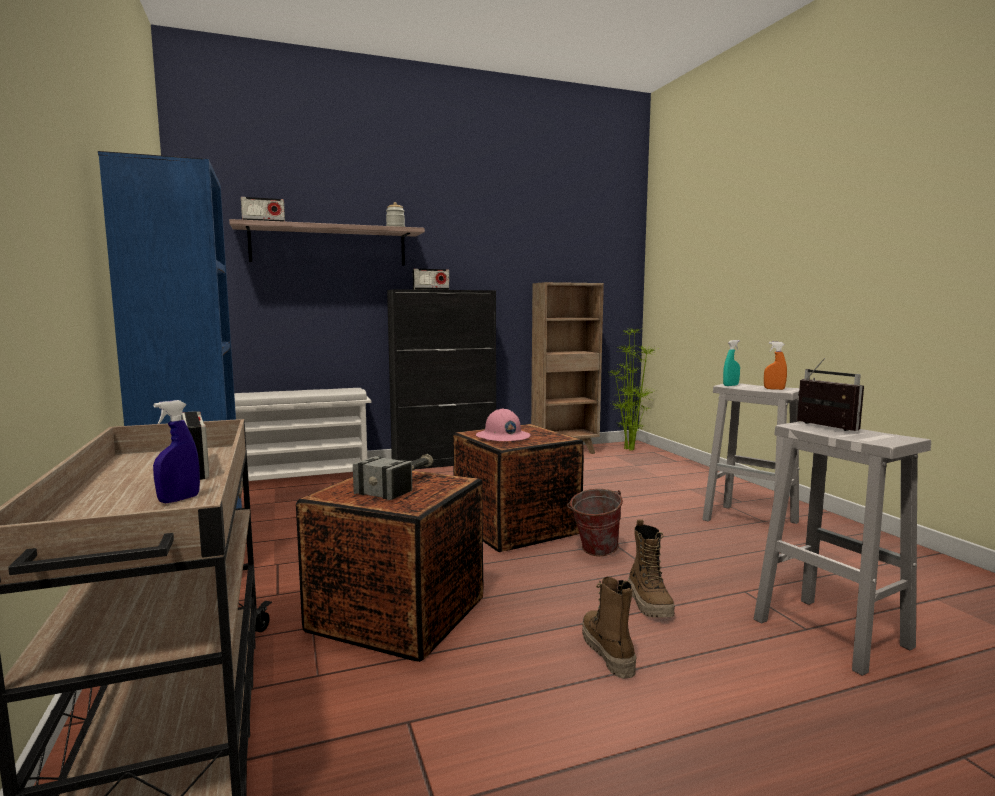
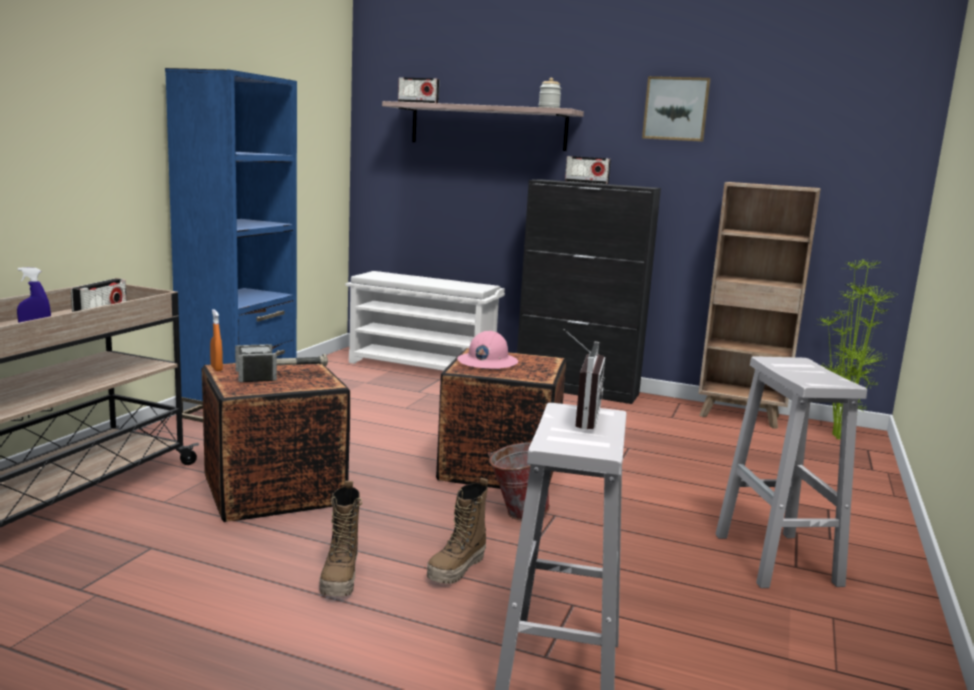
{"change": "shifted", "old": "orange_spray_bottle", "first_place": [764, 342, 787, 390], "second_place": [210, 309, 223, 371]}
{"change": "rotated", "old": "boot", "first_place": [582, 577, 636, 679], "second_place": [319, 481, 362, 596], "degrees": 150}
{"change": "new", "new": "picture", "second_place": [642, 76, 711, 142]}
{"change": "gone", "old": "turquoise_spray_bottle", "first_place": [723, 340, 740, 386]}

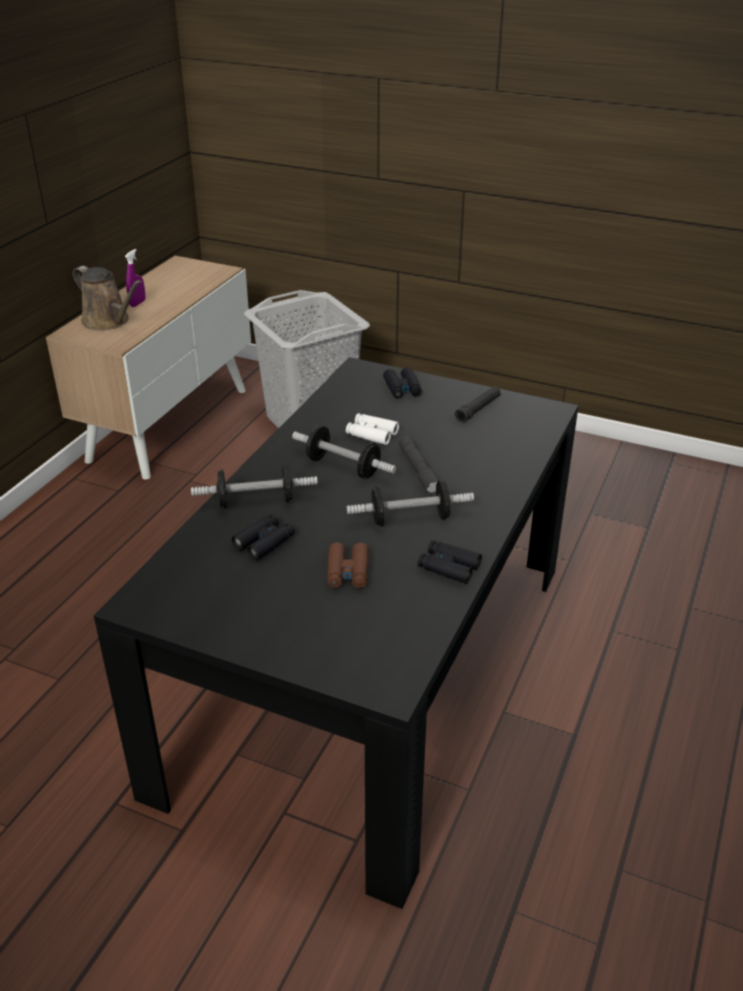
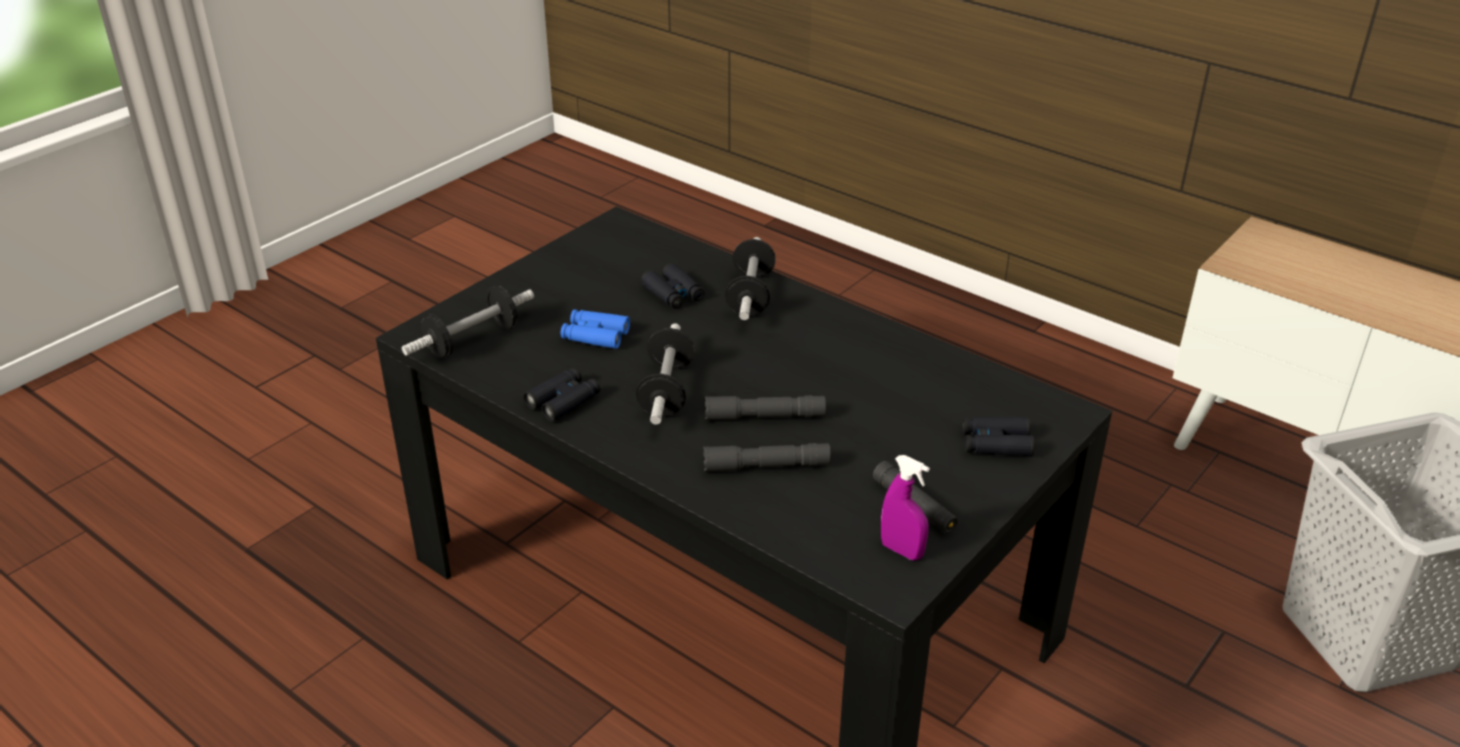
{"change": "shifted", "old": "dumbbell", "first_place": [292, 426, 396, 479], "second_place": [402, 286, 534, 358]}
{"change": "repainted", "old": "brown_binoculars", "new": "blue_binoculars", "first_place": [327, 542, 369, 588], "second_place": [561, 309, 630, 349]}
{"change": "new", "new": "grey_flashlight", "second_place": [703, 443, 831, 472]}
{"change": "shifted", "old": "purple_spray_bottle", "first_place": [125, 249, 146, 307], "second_place": [881, 455, 930, 560]}
{"change": "gone", "old": "brown_watering_can", "first_place": [73, 266, 142, 331]}
{"change": "gone", "old": "white_binoculars", "first_place": [346, 413, 399, 445]}

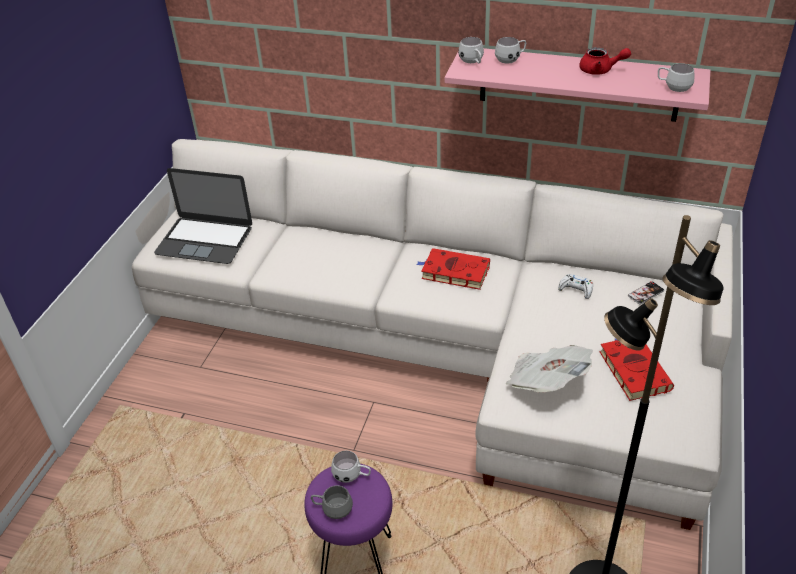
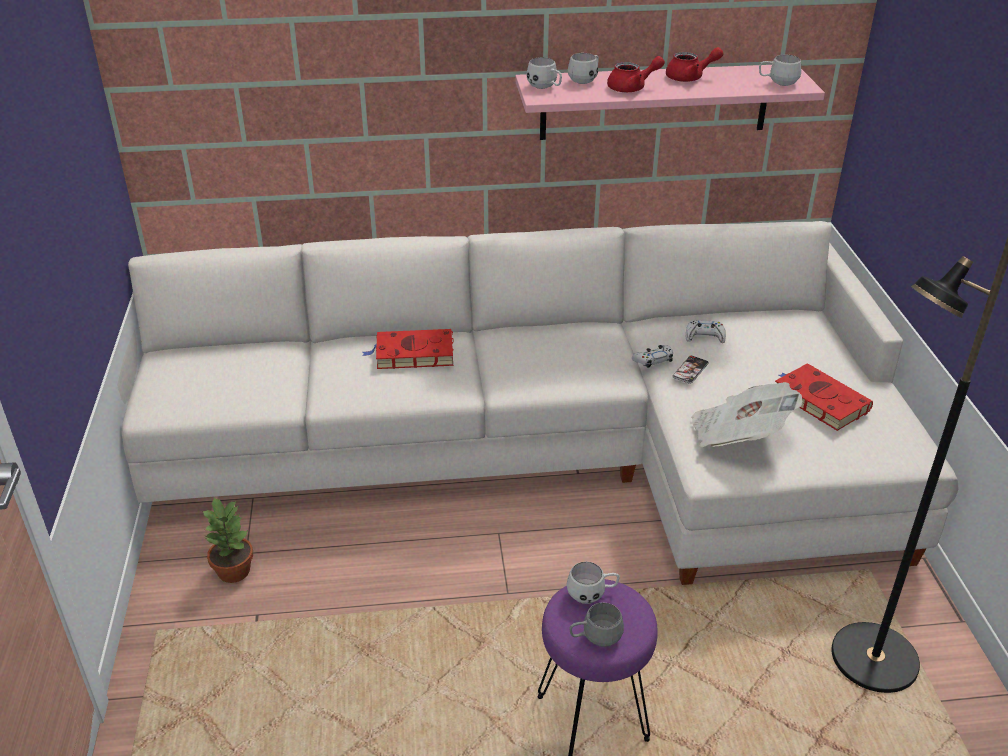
{"change": "new", "new": "potted_plant", "second_place": [201, 496, 253, 583]}
{"change": "shifted", "old": "red_book", "first_place": [416, 248, 490, 290], "second_place": [362, 329, 454, 369]}
{"change": "new", "new": "red_teapot", "second_place": [607, 56, 665, 92]}
{"change": "new", "new": "white_game_controller", "second_place": [632, 345, 673, 368]}
{"change": "shifted", "old": "phone", "first_place": [628, 281, 664, 305], "second_place": [672, 356, 709, 384]}
{"change": "gone", "old": "laptop", "first_place": [154, 168, 252, 264]}

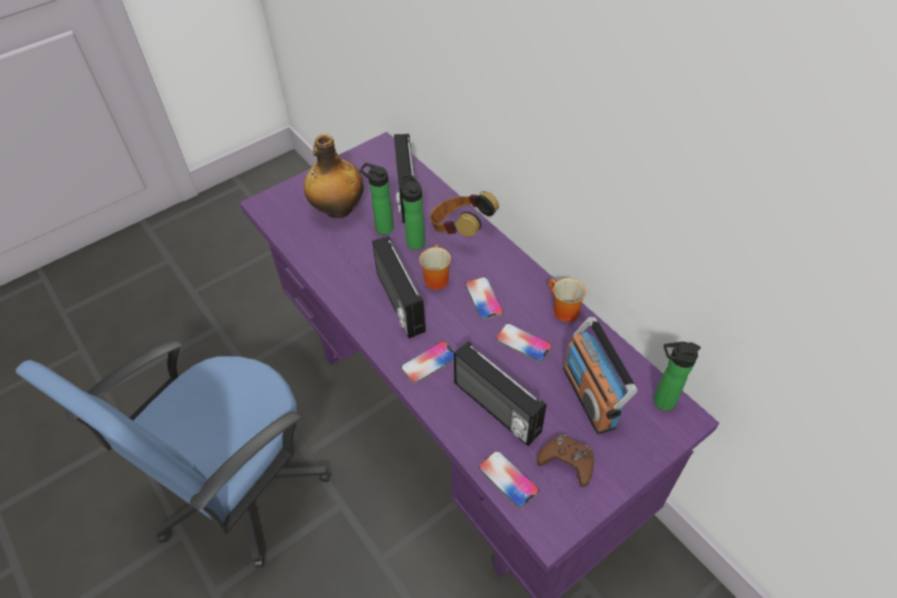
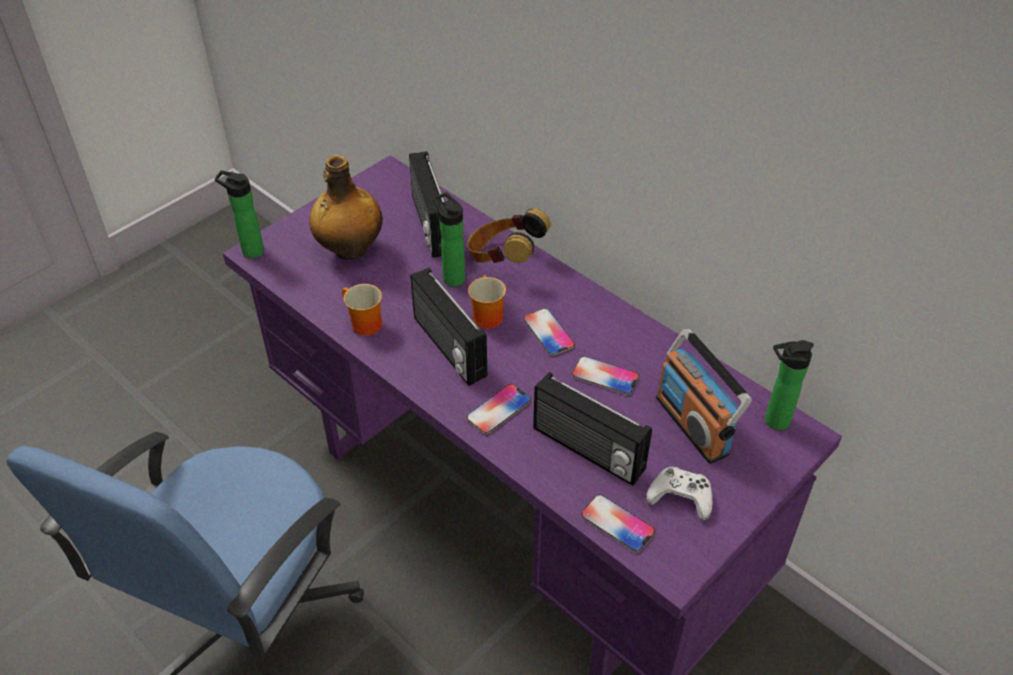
{"change": "shifted", "old": "bottle", "first_place": [360, 163, 394, 235], "second_place": [215, 171, 264, 258]}
{"change": "shifted", "old": "mug", "first_place": [549, 278, 587, 322], "second_place": [342, 284, 382, 336]}
{"change": "repainted", "old": "brown_game_controller", "new": "white_game_controller", "first_place": [537, 435, 594, 487], "second_place": [646, 467, 713, 521]}

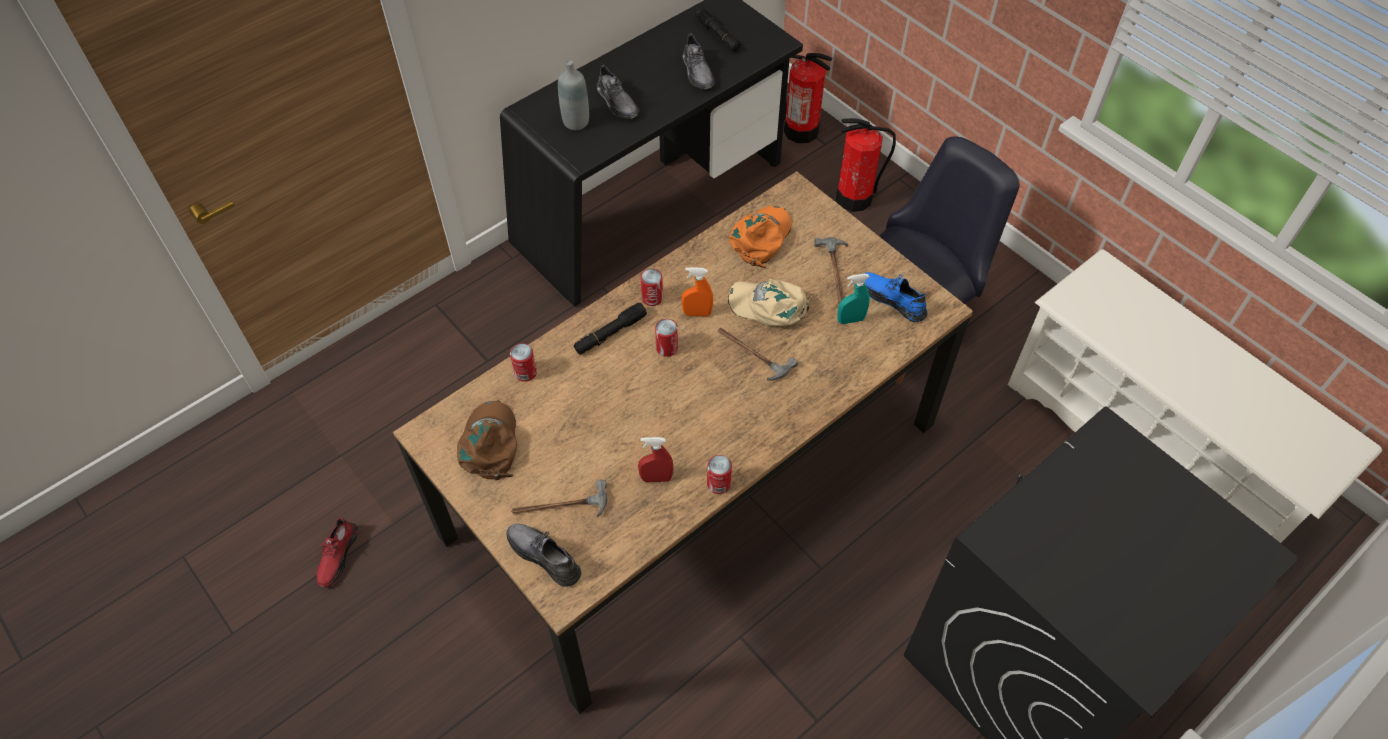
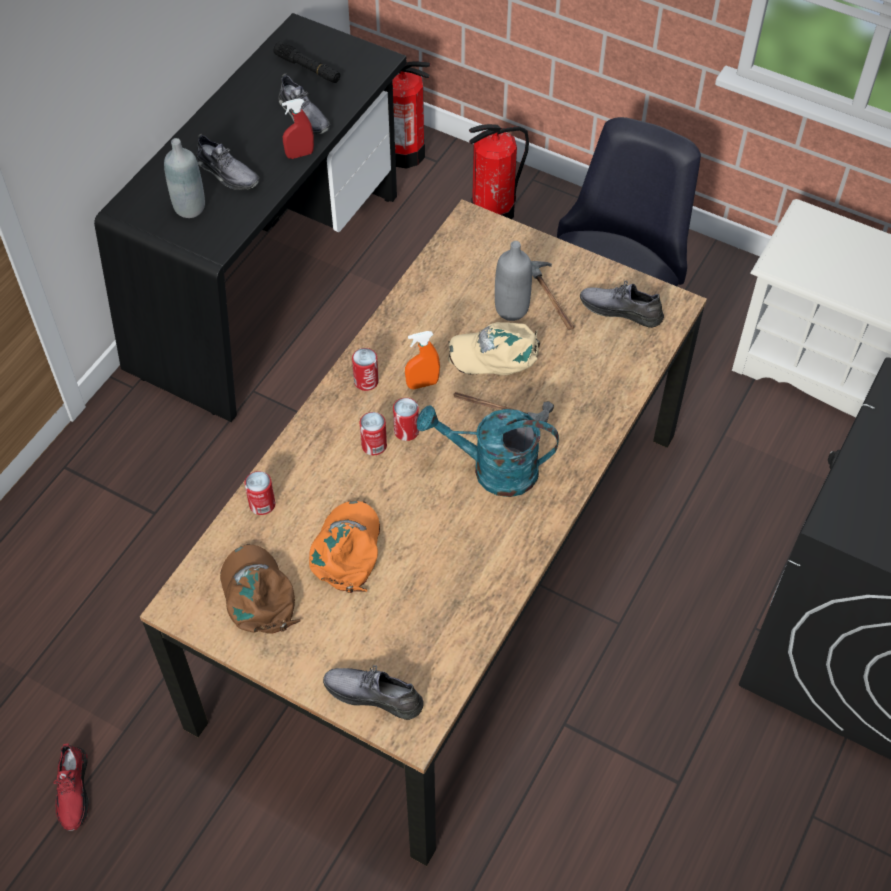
{"change": "shifted", "old": "red_spray_bottle", "first_place": [638, 437, 673, 482], "second_place": [282, 98, 314, 159]}
{"change": "shifted", "old": "orange_cap", "first_place": [729, 206, 792, 268], "second_place": [309, 501, 380, 593]}
{"change": "shifted", "old": "can", "first_place": [707, 455, 732, 494], "second_place": [360, 412, 387, 455]}
{"change": "new", "new": "turquoise_watering_can", "second_place": [417, 405, 559, 497]}
{"change": "new", "new": "grey_bottle", "second_place": [495, 241, 532, 321]}
{"change": "repainted", "old": "blue_shoe", "new": "grey_shoe", "first_place": [864, 272, 928, 322], "second_place": [580, 281, 664, 328]}
{"change": "gone", "old": "hammer", "first_place": [511, 479, 607, 517]}
{"change": "gone", "old": "black_flashlight", "first_place": [574, 303, 647, 355]}
{"change": "gone", "old": "turquoise_spray_bottle", "first_place": [837, 274, 870, 324]}

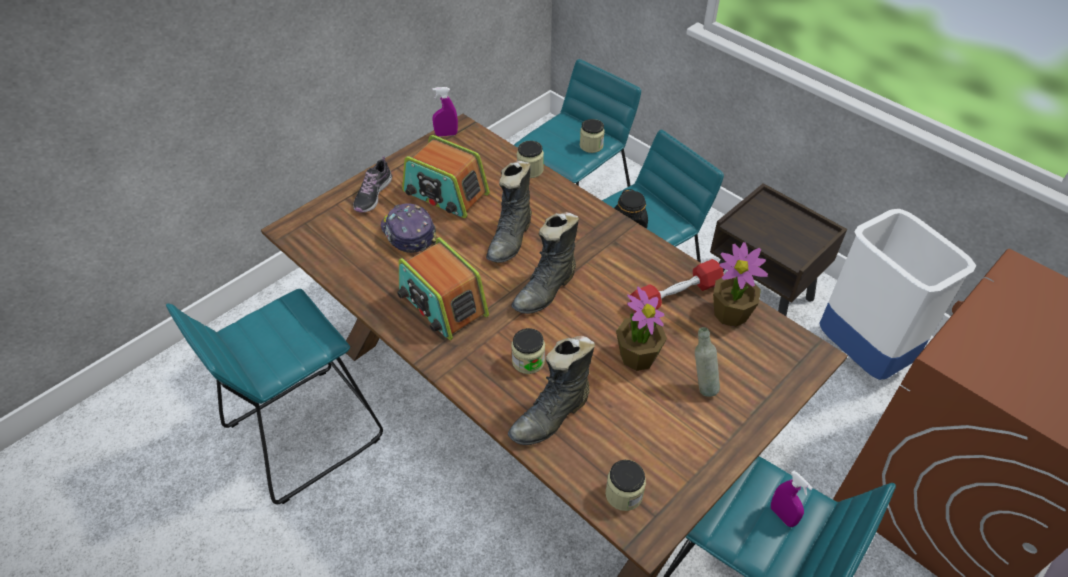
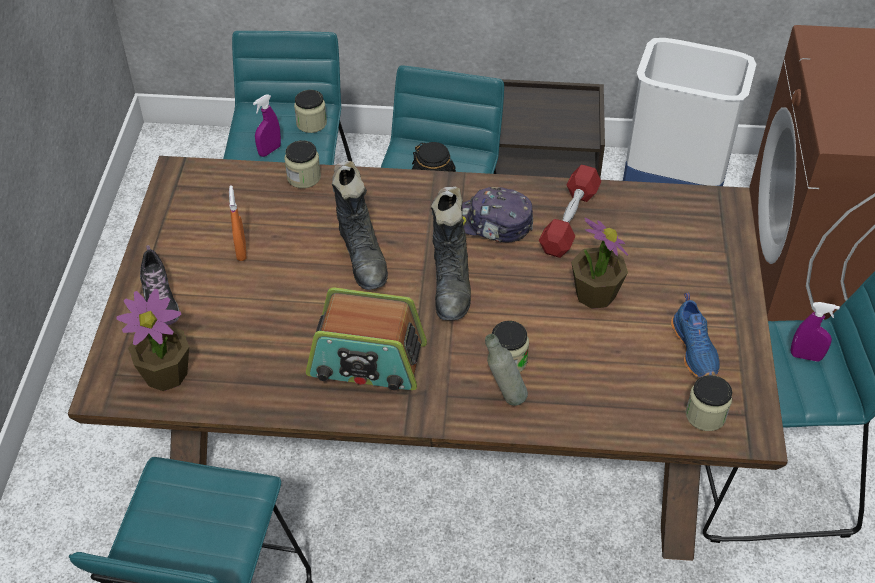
{"change": "shifted", "old": "potted_plant", "first_place": [713, 242, 768, 327], "second_place": [117, 288, 189, 391]}
{"change": "swapped", "old": "radio", "new": "orange_spray_bottle", "first_place": [402, 135, 490, 218], "second_place": [229, 185, 247, 261]}
{"change": "shifted", "old": "purple_spray_bottle", "first_place": [432, 87, 458, 136], "second_place": [253, 94, 281, 157]}
{"change": "shifted", "old": "cap", "first_place": [381, 203, 436, 253], "second_place": [462, 187, 533, 243]}
{"change": "shifted", "old": "grey_bottle", "first_place": [695, 327, 720, 397], "second_place": [485, 334, 528, 406]}
{"change": "new", "new": "blue_shoe", "second_place": [671, 293, 720, 378]}
{"change": "gone", "old": "black_boot", "first_place": [508, 336, 595, 445]}

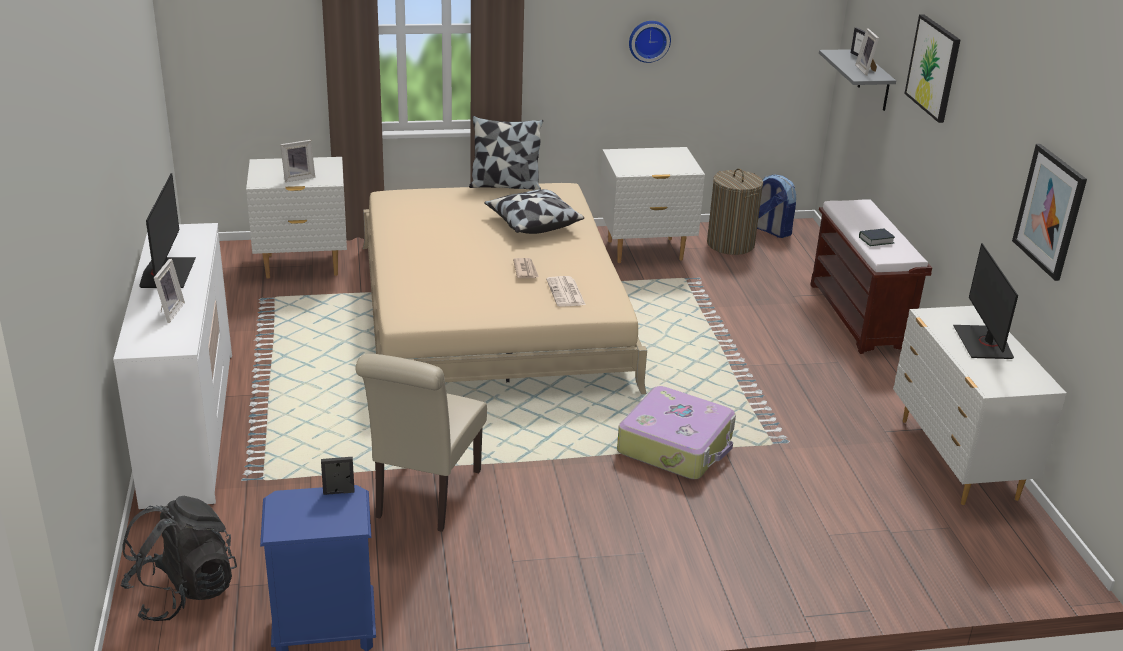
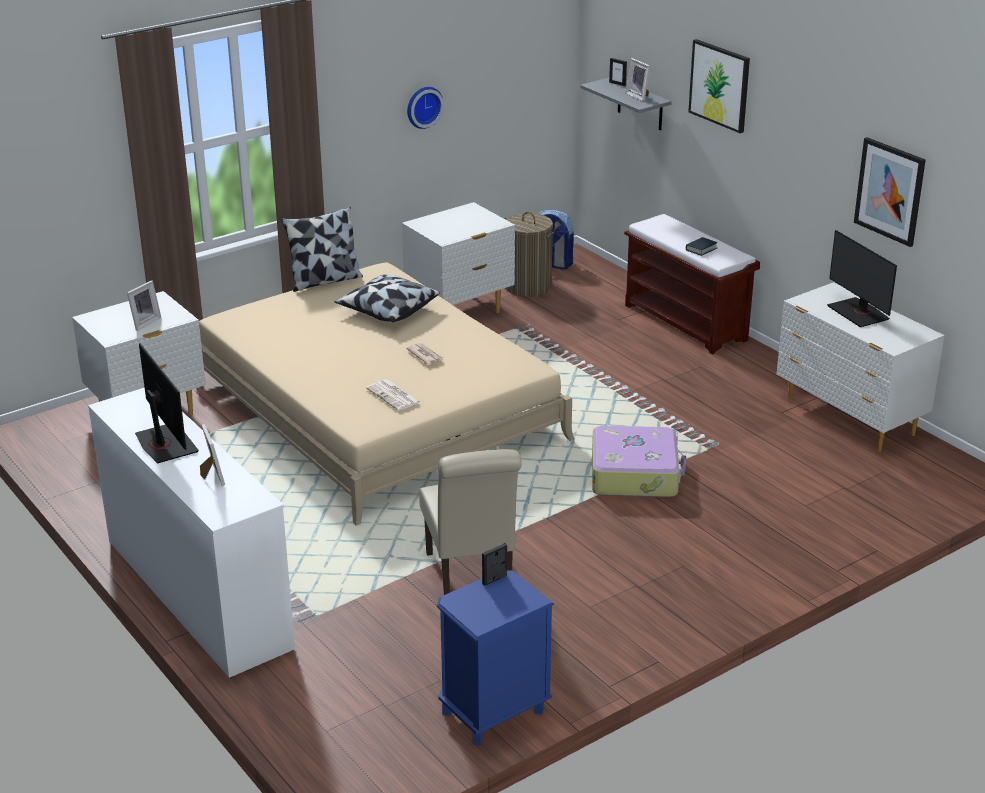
{"change": "shifted", "old": "newspaper", "first_place": [546, 276, 586, 307], "second_place": [366, 379, 422, 411]}
{"change": "gone", "old": "black_backpack", "first_place": [120, 496, 237, 622]}

